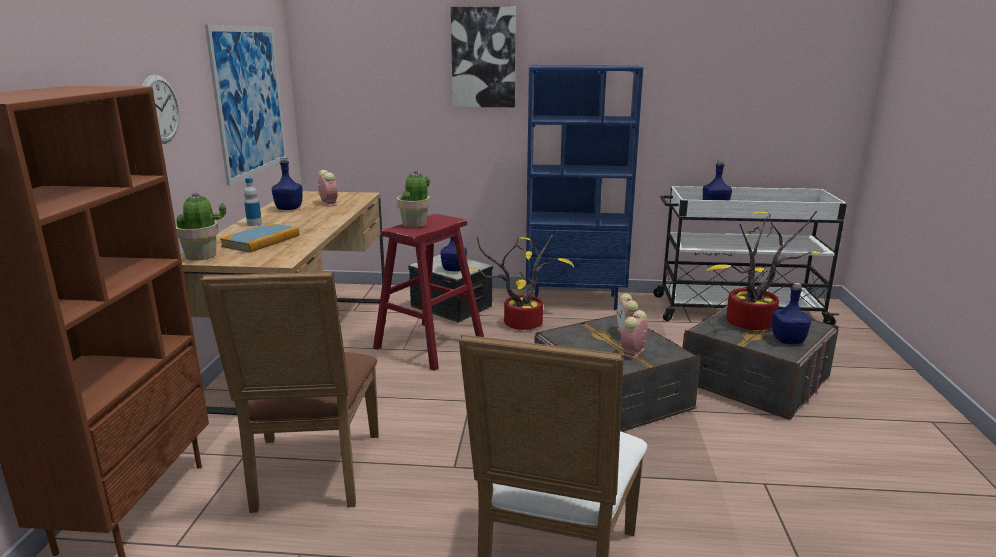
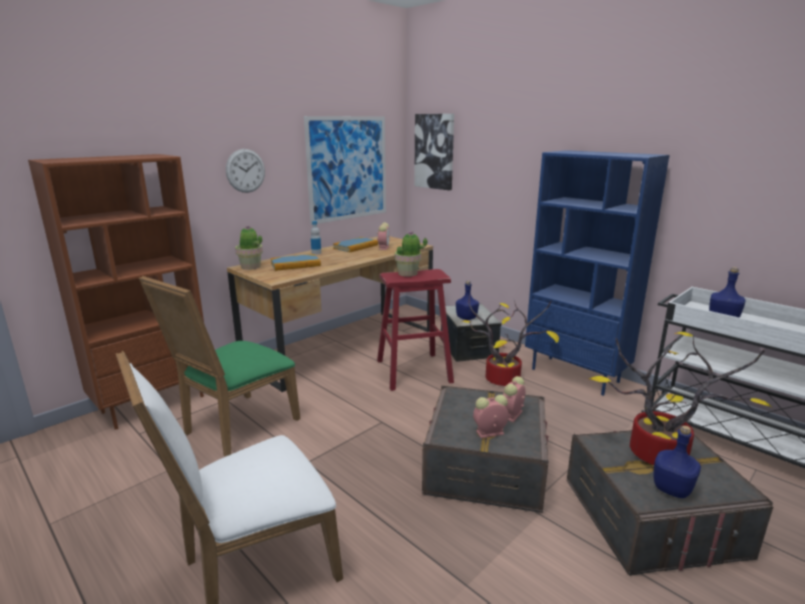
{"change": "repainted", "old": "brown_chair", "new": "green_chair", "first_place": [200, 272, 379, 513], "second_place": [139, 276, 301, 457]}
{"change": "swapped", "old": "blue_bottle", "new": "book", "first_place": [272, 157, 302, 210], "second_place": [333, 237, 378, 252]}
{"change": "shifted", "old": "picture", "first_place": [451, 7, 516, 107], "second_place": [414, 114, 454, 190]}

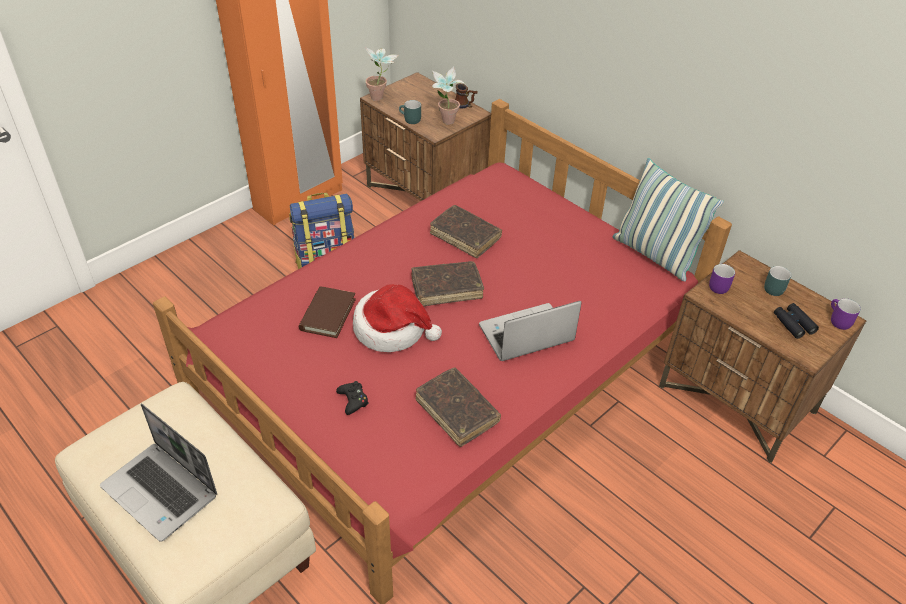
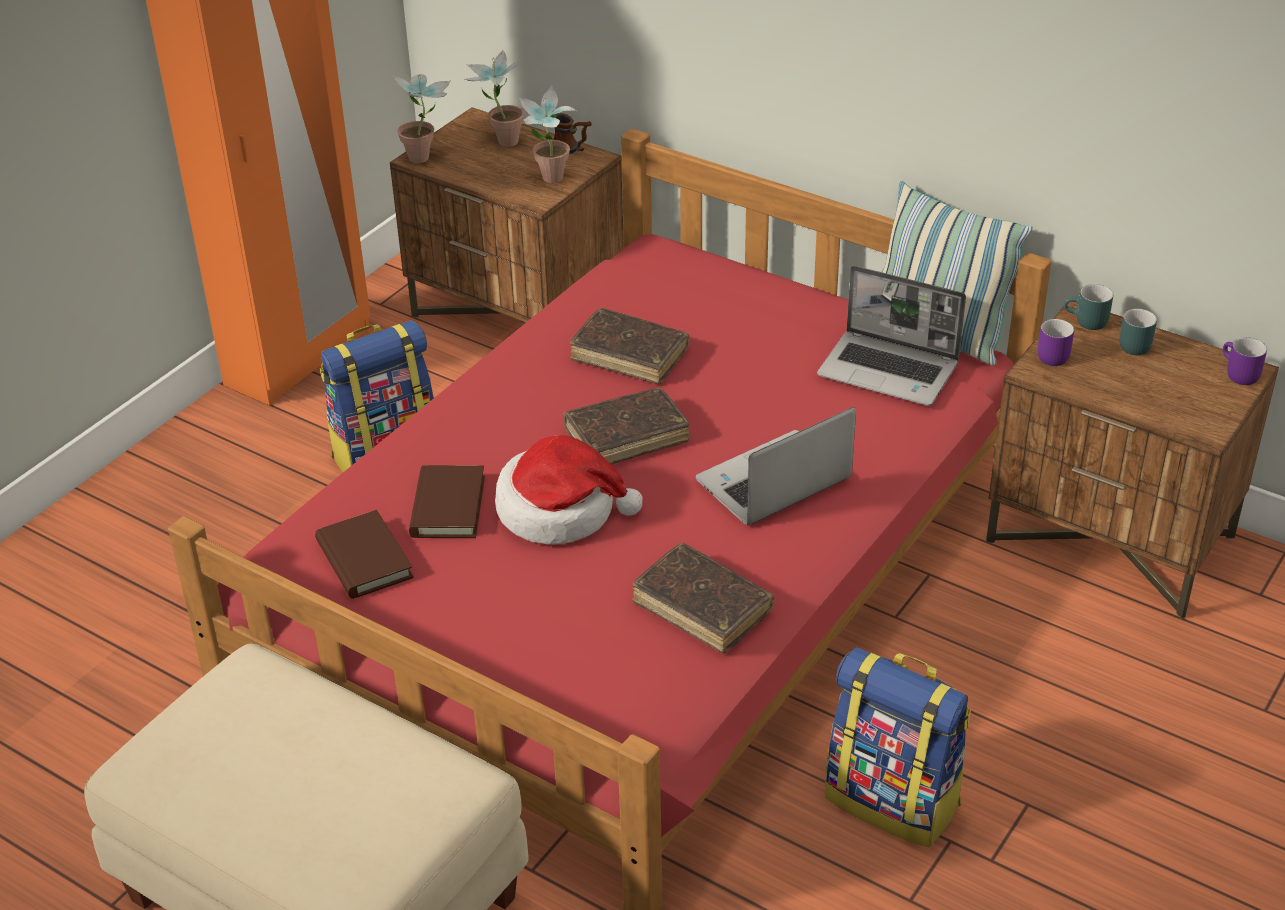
{"change": "new", "new": "brown_book", "second_place": [315, 510, 414, 599]}
{"change": "new", "new": "potted_plant", "second_place": [465, 49, 525, 147]}
{"change": "shifted", "old": "laptop", "first_place": [100, 403, 217, 542], "second_place": [817, 266, 966, 406]}
{"change": "new", "new": "backpack", "second_place": [825, 647, 971, 847]}
{"change": "shifted", "old": "turquoise_mug", "first_place": [399, 100, 421, 124], "second_place": [1064, 284, 1113, 330]}
{"change": "gone", "old": "black_game_controller", "first_place": [336, 381, 369, 415]}
{"change": "gone", "old": "black_binoculars", "first_place": [774, 303, 819, 339]}

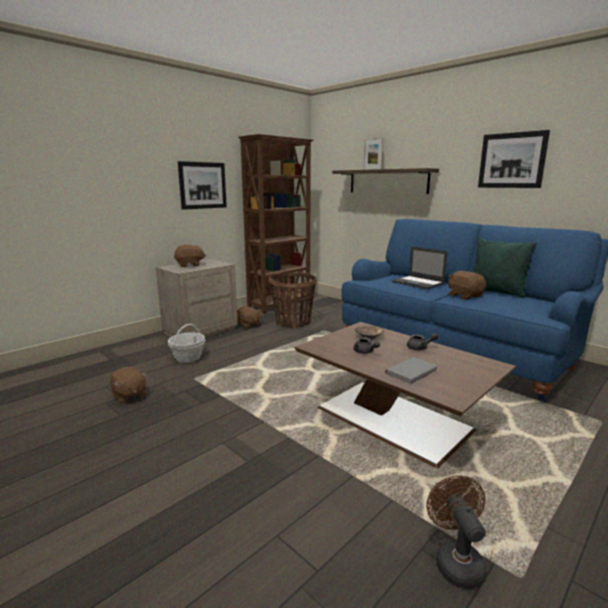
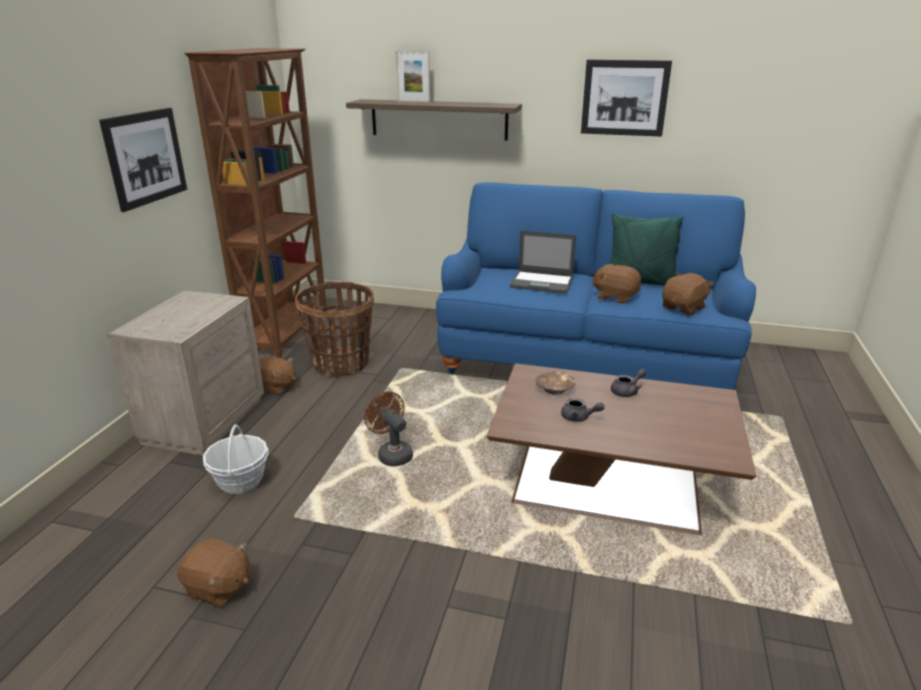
{"change": "shifted", "old": "brown_fan", "first_place": [426, 475, 487, 588], "second_place": [364, 392, 413, 467]}
{"change": "shifted", "old": "brown_plush_toy", "first_place": [174, 245, 206, 267], "second_place": [662, 273, 713, 315]}
{"change": "gone", "old": "grey_book", "first_place": [385, 357, 438, 385]}

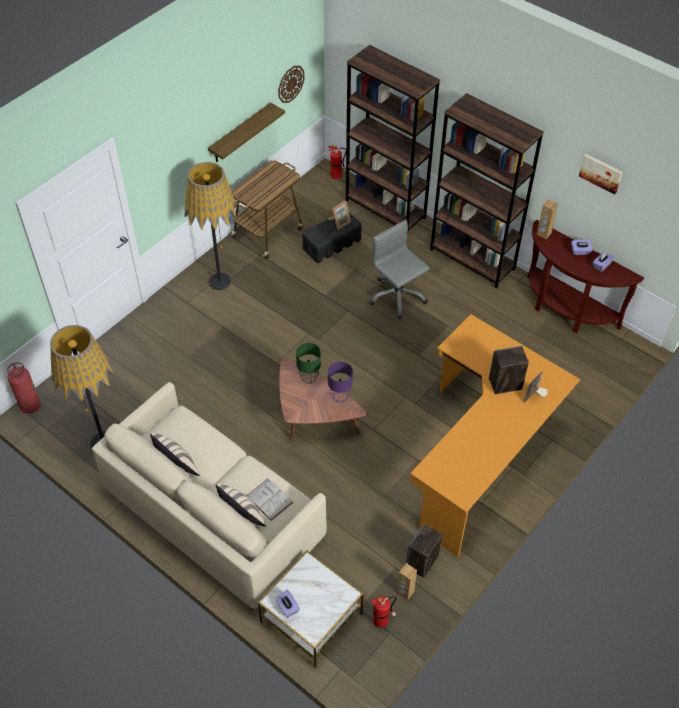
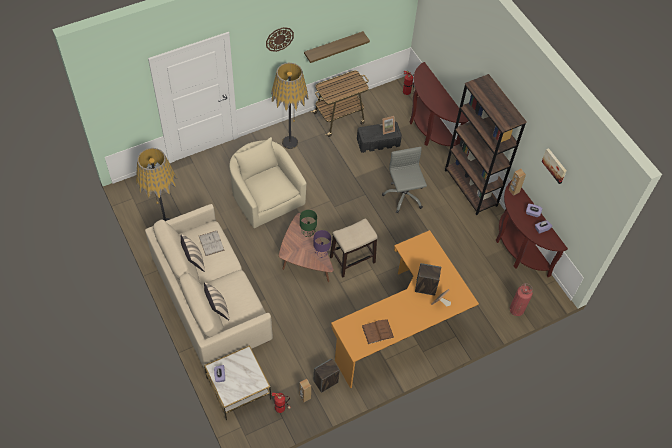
{"change": "shifted", "old": "white_book", "first_place": [246, 479, 294, 521], "second_place": [199, 231, 225, 256]}
{"change": "new", "new": "beige_armchair", "second_place": [229, 137, 307, 228]}
{"change": "shifted", "old": "wall_clock", "first_place": [278, 66, 305, 103], "second_place": [266, 27, 294, 52]}
{"change": "new", "new": "stool", "second_place": [330, 218, 377, 278]}
{"change": "new", "new": "brown_book", "second_place": [362, 319, 394, 344]}
{"change": "swapped", "old": "brown_bookcase", "new": "brown_console_table", "first_place": [346, 45, 440, 235], "second_place": [410, 62, 469, 146]}
{"change": "shifted", "old": "fire_extinguisher", "first_place": [7, 362, 41, 414], "second_place": [510, 283, 533, 316]}

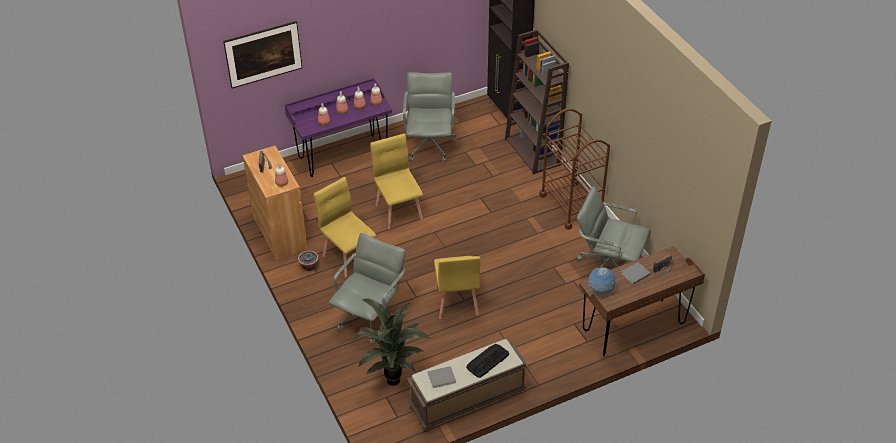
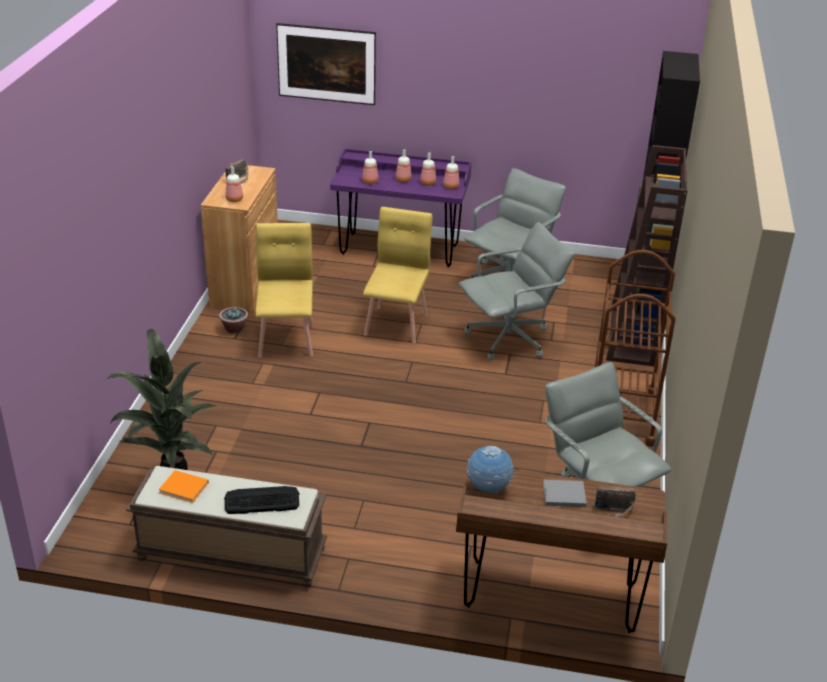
{"change": "repainted", "old": "grey_book", "new": "orange_book", "first_place": [428, 366, 456, 388], "second_place": [159, 470, 209, 503]}
{"change": "shifted", "old": "grey_office_chair", "first_place": [329, 233, 406, 344], "second_place": [459, 222, 574, 361]}
{"change": "gone", "old": "yellow_chair", "first_place": [434, 256, 481, 319]}

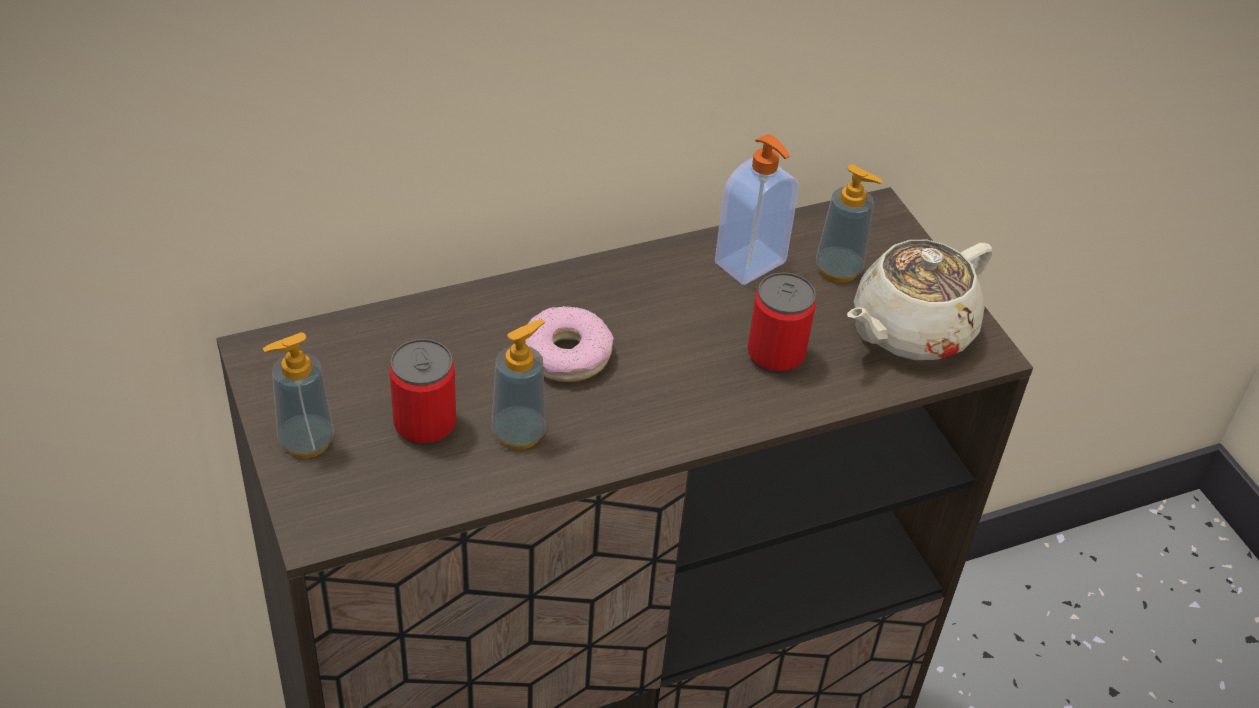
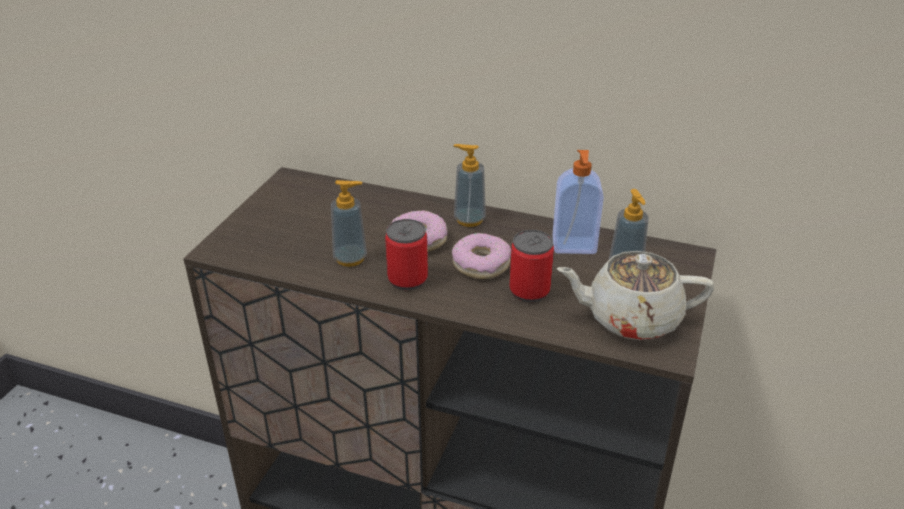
{"change": "shifted", "old": "can", "first_place": [390, 339, 456, 446], "second_place": [385, 219, 428, 290]}
{"change": "new", "new": "donut", "second_place": [452, 233, 511, 279]}
{"change": "shifted", "old": "soap_dispenser", "first_place": [263, 332, 334, 458], "second_place": [454, 144, 486, 227]}

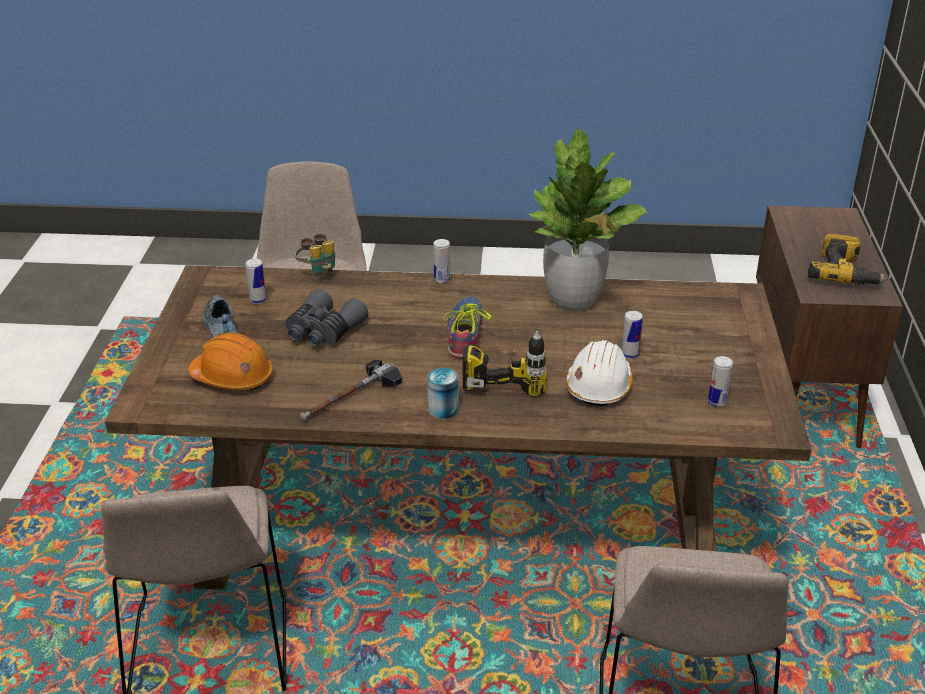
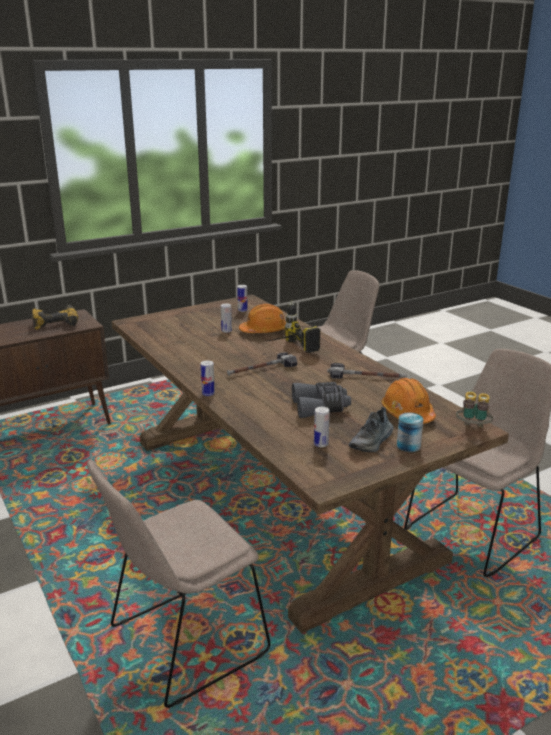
{"change": "swapped", "old": "shoe", "new": "hammer", "first_place": [443, 297, 492, 359], "second_place": [227, 352, 297, 376]}
{"change": "repainted", "old": "white_hard_hat", "new": "orange_hard_hat", "first_place": [566, 340, 633, 406], "second_place": [239, 304, 286, 333]}
{"change": "shifted", "old": "can", "first_place": [427, 368, 458, 419], "second_place": [397, 412, 423, 452]}
{"change": "shifted", "old": "binoculars", "first_place": [295, 234, 335, 282], "second_place": [456, 392, 494, 428]}
{"change": "gone", "old": "potted_plant", "first_place": [529, 128, 647, 312]}

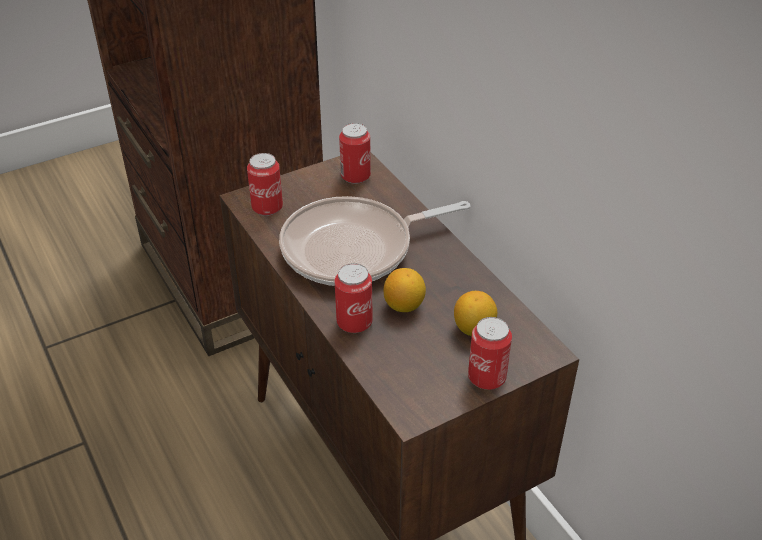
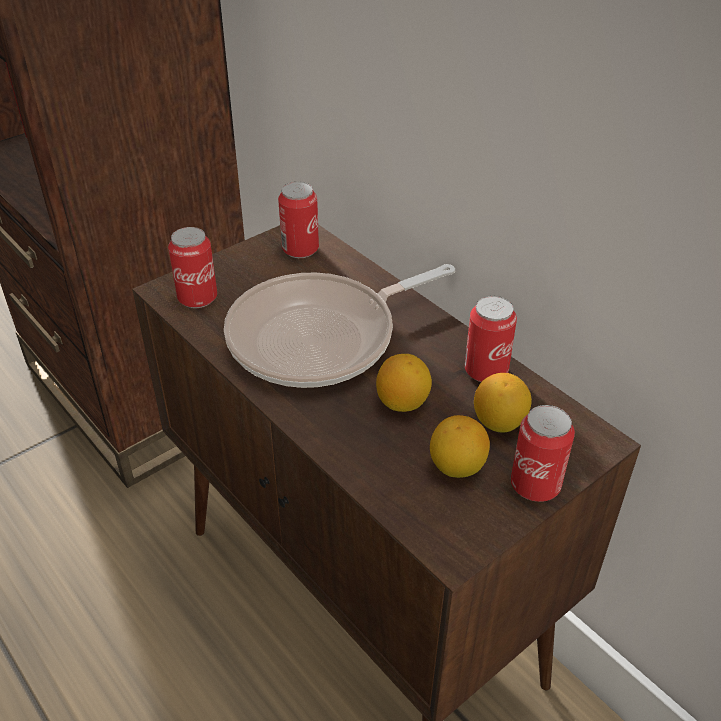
{"change": "new", "new": "lemon", "second_place": [430, 415, 490, 478]}
{"change": "shifted", "old": "can", "first_place": [335, 263, 373, 333], "second_place": [465, 296, 517, 382]}

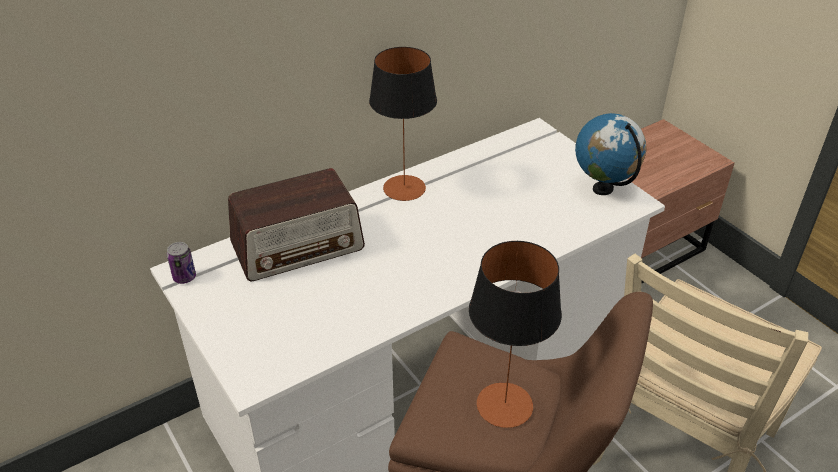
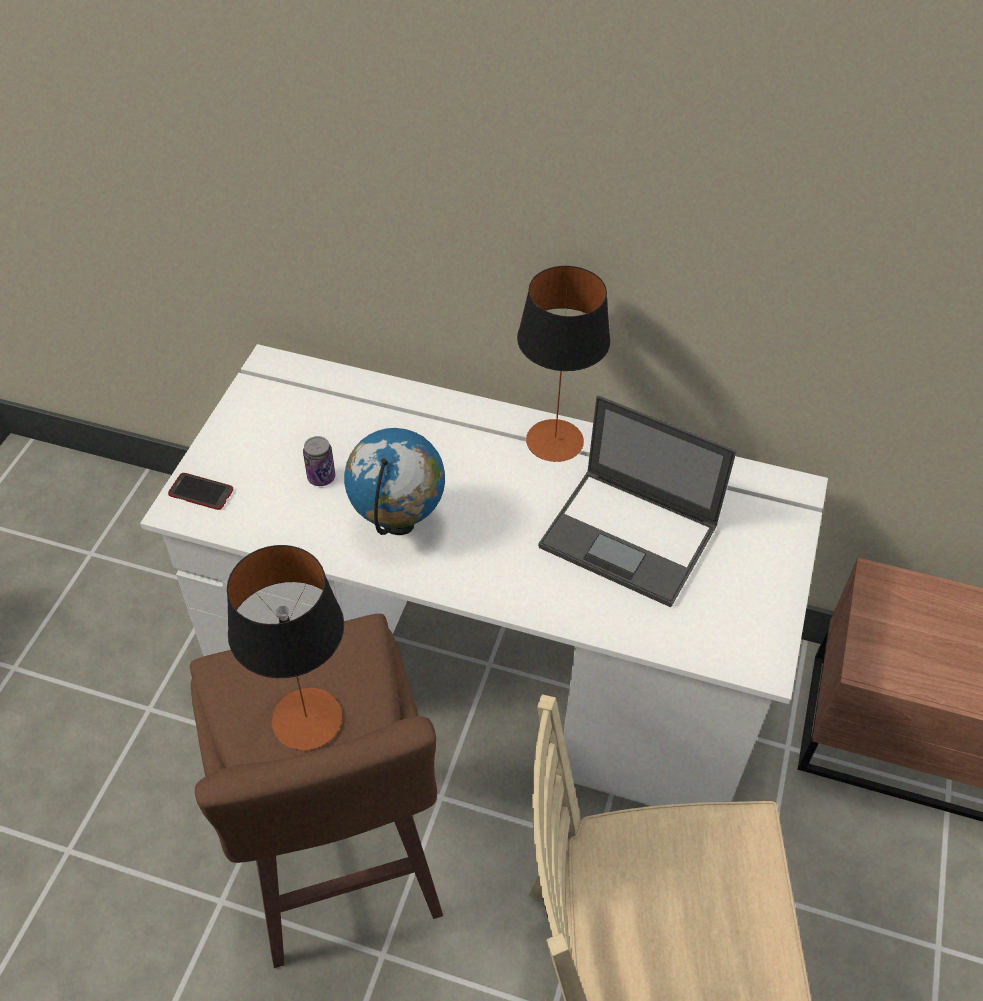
{"change": "new", "new": "phone", "second_place": [168, 473, 233, 510]}
{"change": "shifted", "old": "can", "first_place": [167, 242, 196, 284], "second_place": [303, 436, 335, 486]}
{"change": "shifted", "old": "globe", "first_place": [575, 113, 646, 195], "second_place": [344, 428, 445, 535]}
{"change": "new", "new": "laptop", "second_place": [538, 395, 736, 607]}
{"change": "gone", "old": "radio", "first_place": [228, 168, 365, 282]}

